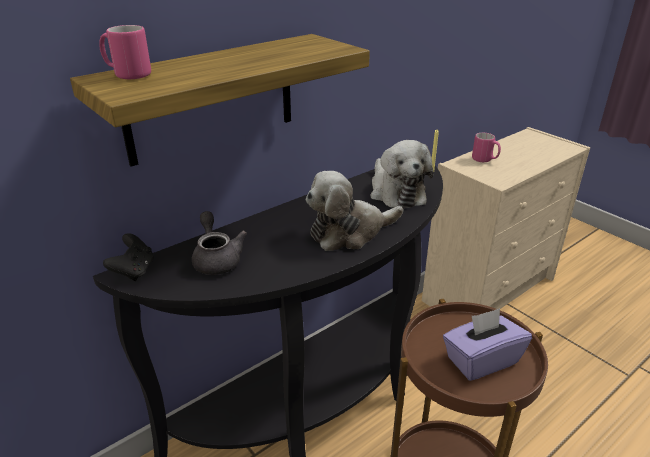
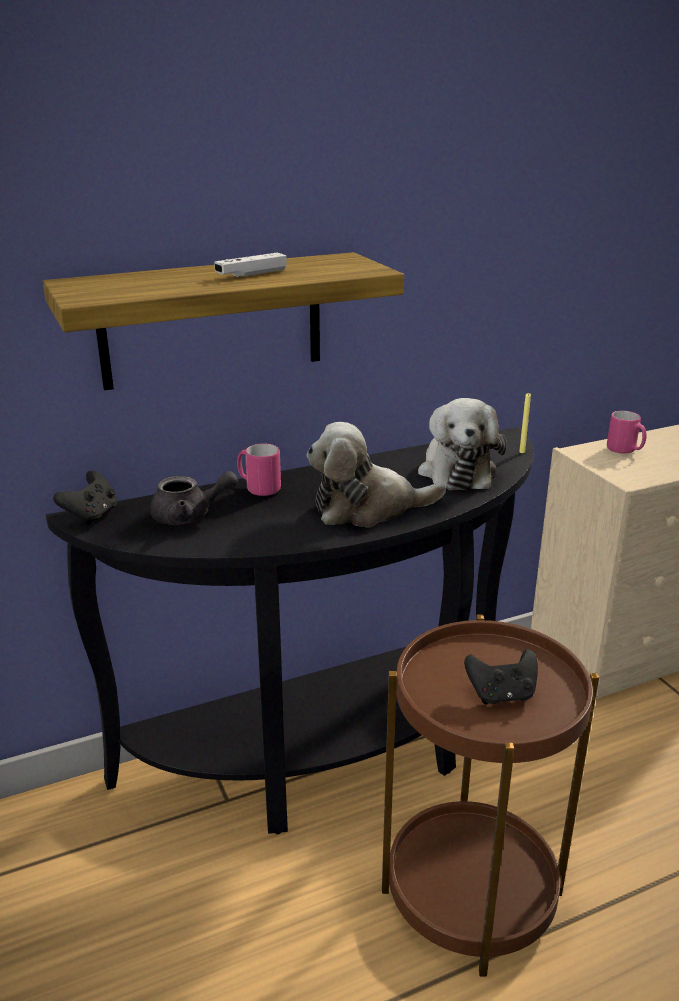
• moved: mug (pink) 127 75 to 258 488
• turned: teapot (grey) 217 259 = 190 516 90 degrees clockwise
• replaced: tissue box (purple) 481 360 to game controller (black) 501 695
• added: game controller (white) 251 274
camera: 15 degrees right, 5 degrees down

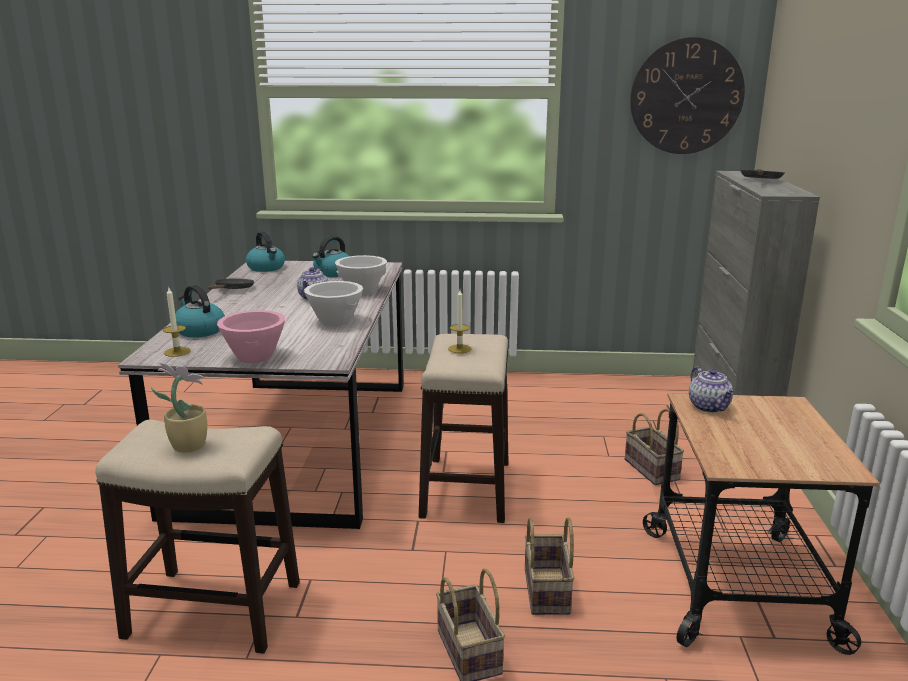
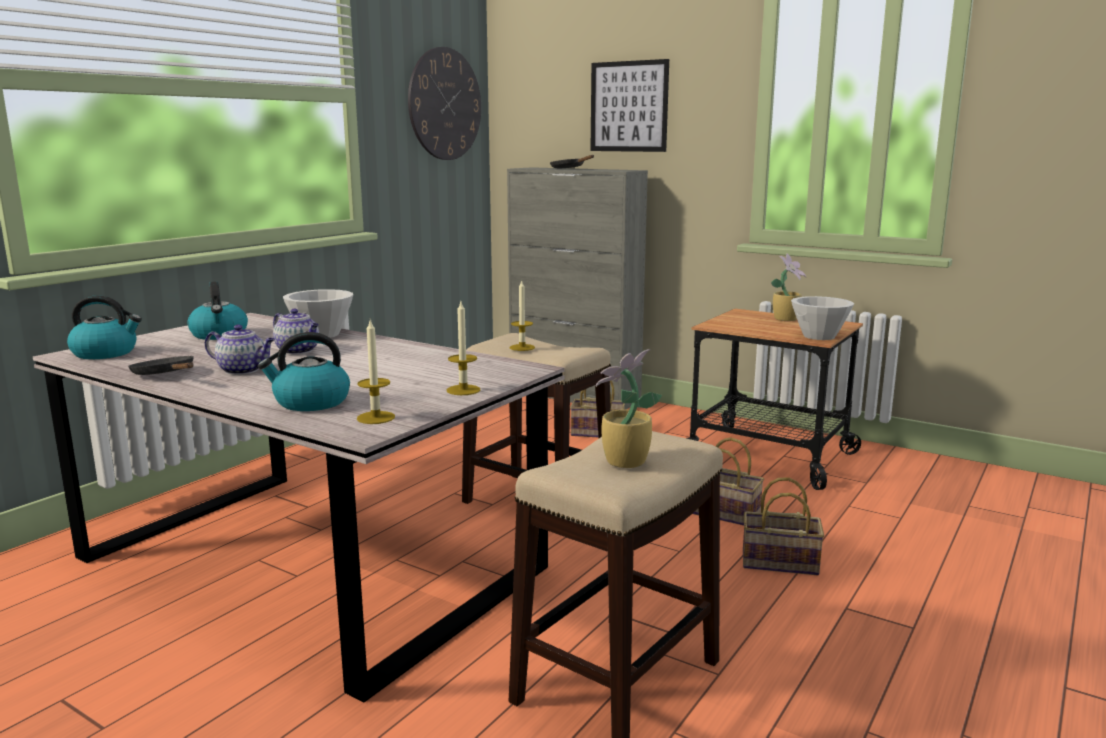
• moved: bowl (white) 335 322 to 819 336
• replaced: bowl (pink) 255 357 to candle 463 390
• moved: teapot 709 407 to 243 370
• added: picture 628 106
• added: potted plant 786 319
camera: 60 degrees left, 5 degrees down

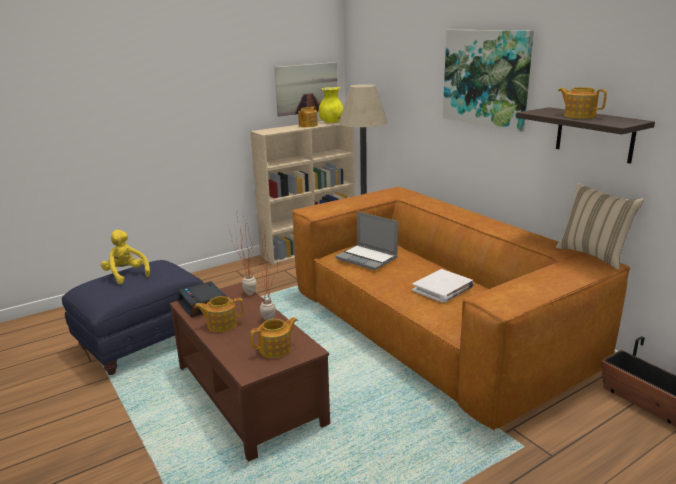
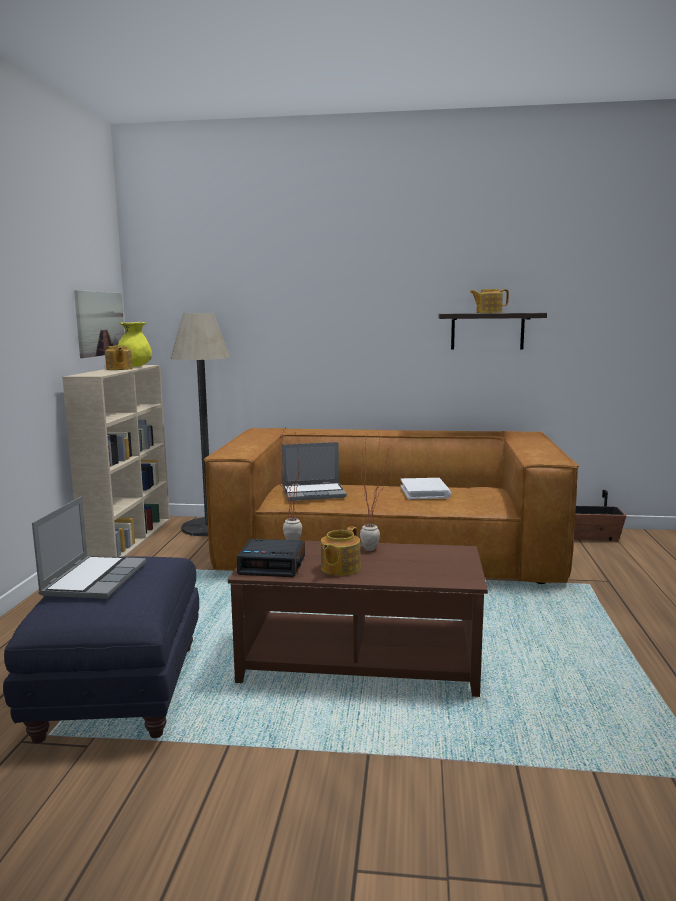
• removed: picture 486 78
• removed: pillow (beige) 593 255
• replaced: plush toy (yellow) 126 275 to laptop 94 579
• removed: teapot 276 349
camera: 50 degrees left, 10 degrees down

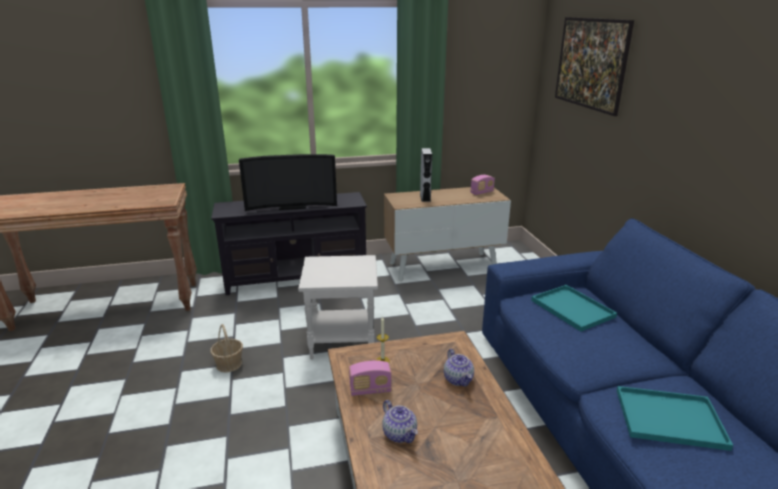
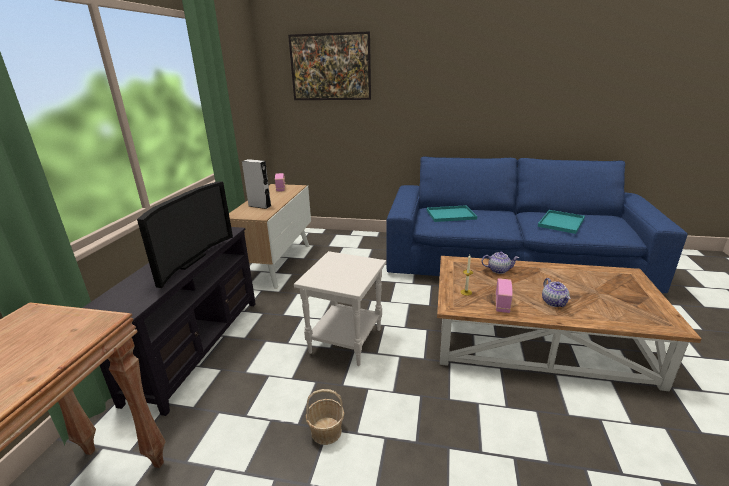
• turned: teapot 400 434 = 554 302 90 degrees clockwise
camera: 65 degrees left, 0 degrees up

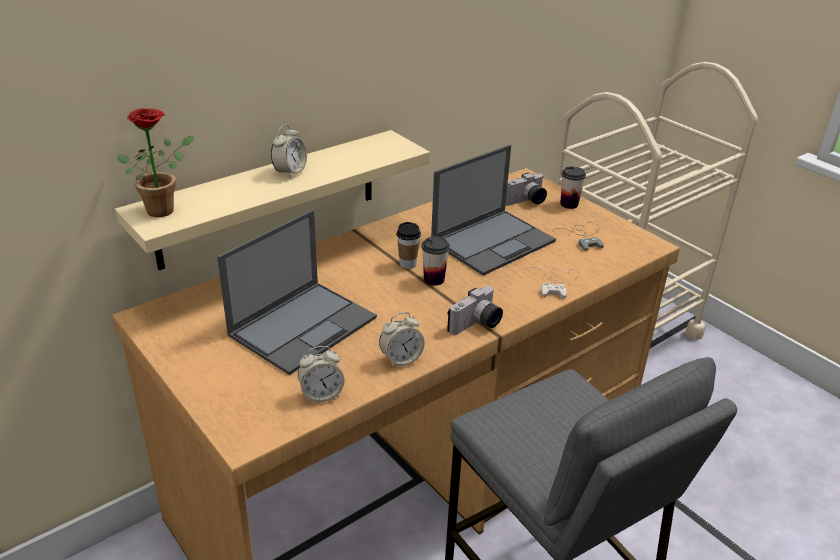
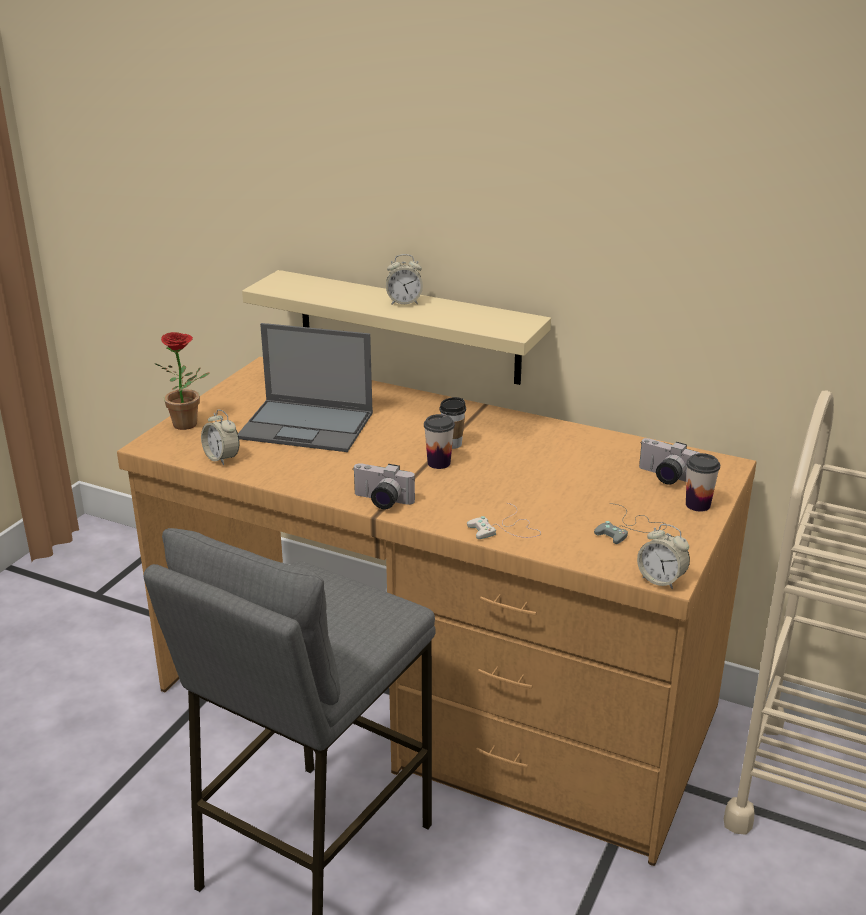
• moved: potted plant 165 208 to 190 424
• removed: laptop 493 241
• moved: alarm clock 401 359 to 661 580
camera: 65 degrees right, 5 degrees down

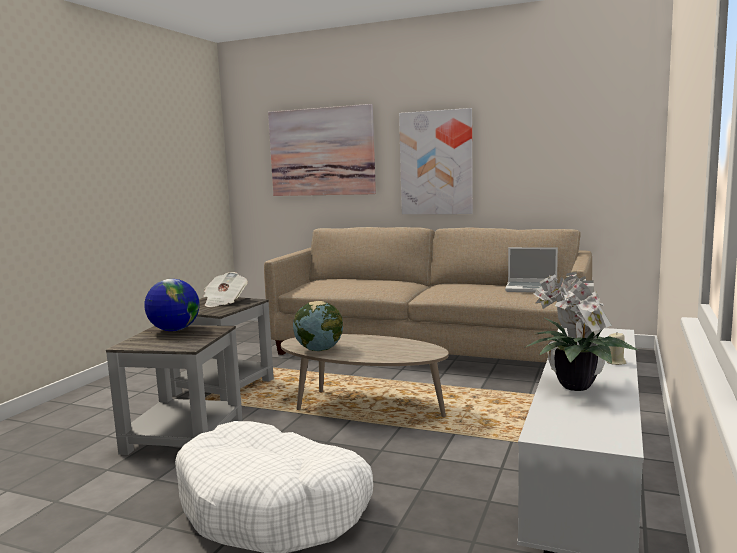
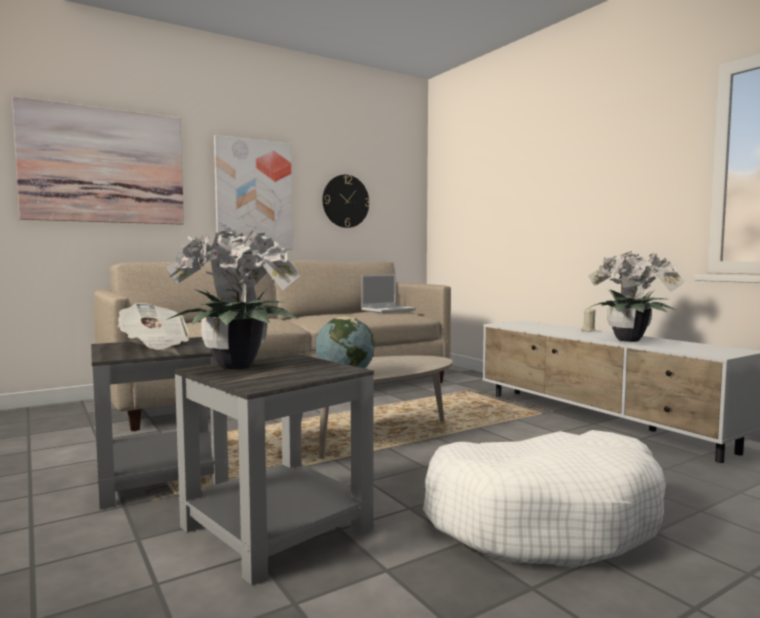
• replaced: globe 174 330 to potted plant 238 366
• added: wall clock 345 201
camera: 55 degrees left, 5 degrees down

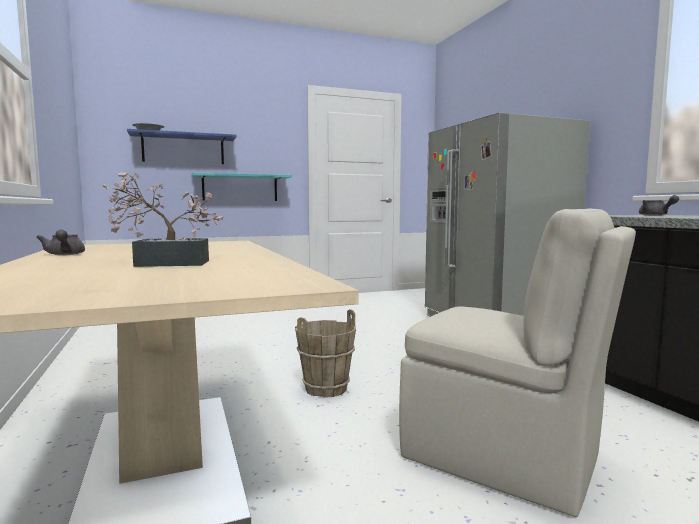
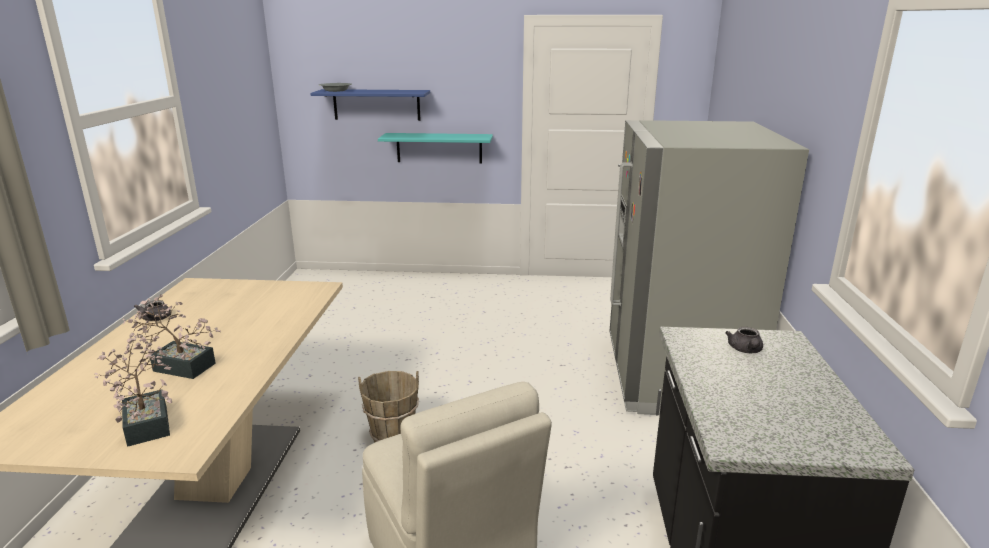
• added: potted plant 148 421
camera: 25 degrees right, 15 degrees up

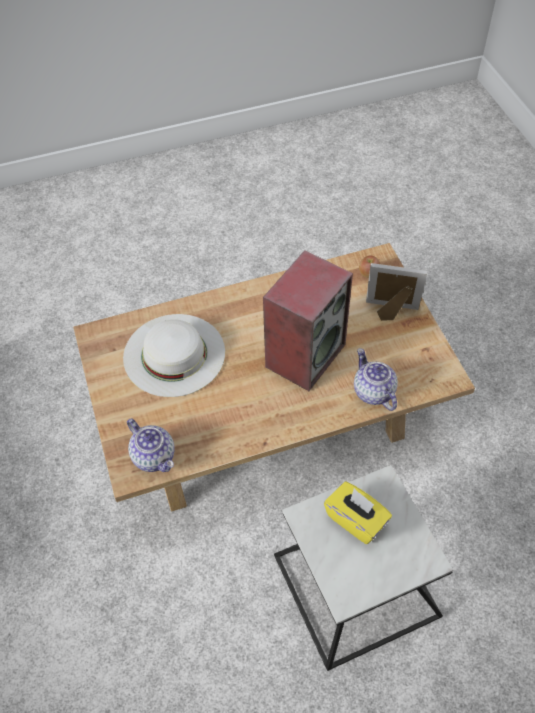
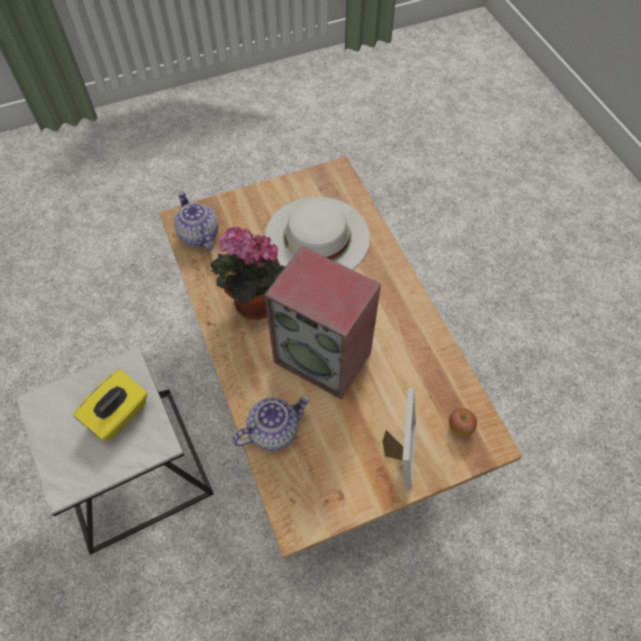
• turned: teapot 154 456 = 198 235 105 degrees clockwise
• added: potted plant 253 305
camera: 85 degrees right, 5 degrees up

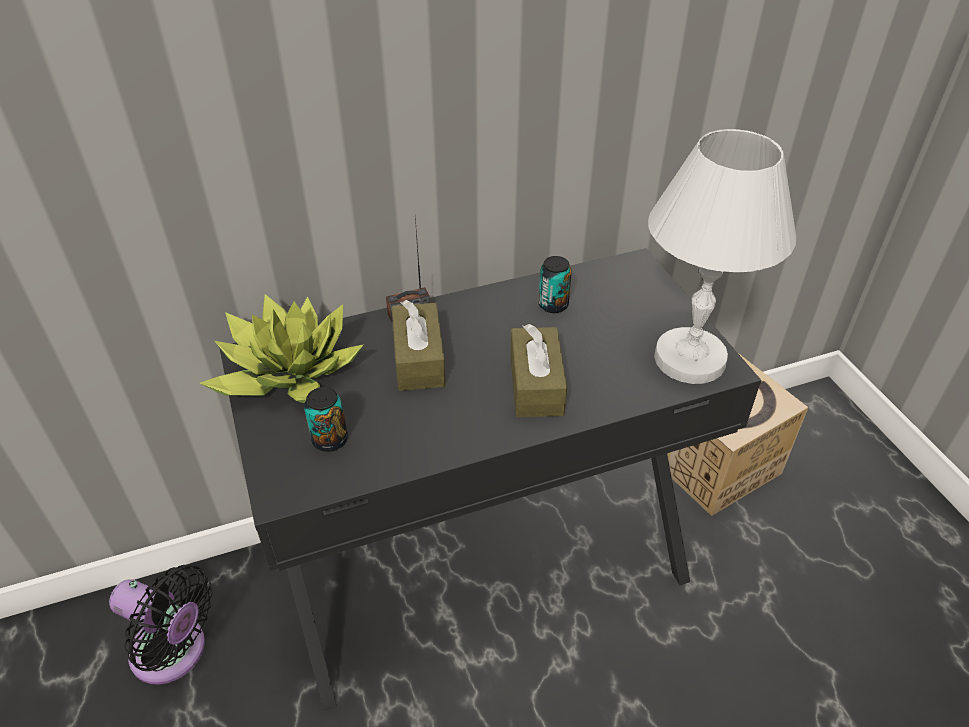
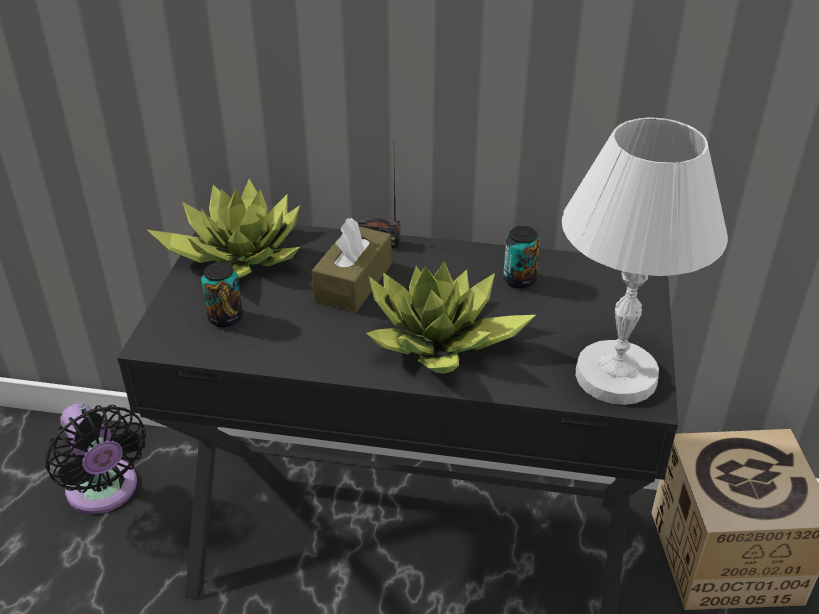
• replaced: tissue box (brown) 536 385 to potted plant 439 341
camera: 30 degrees right, 5 degrees down

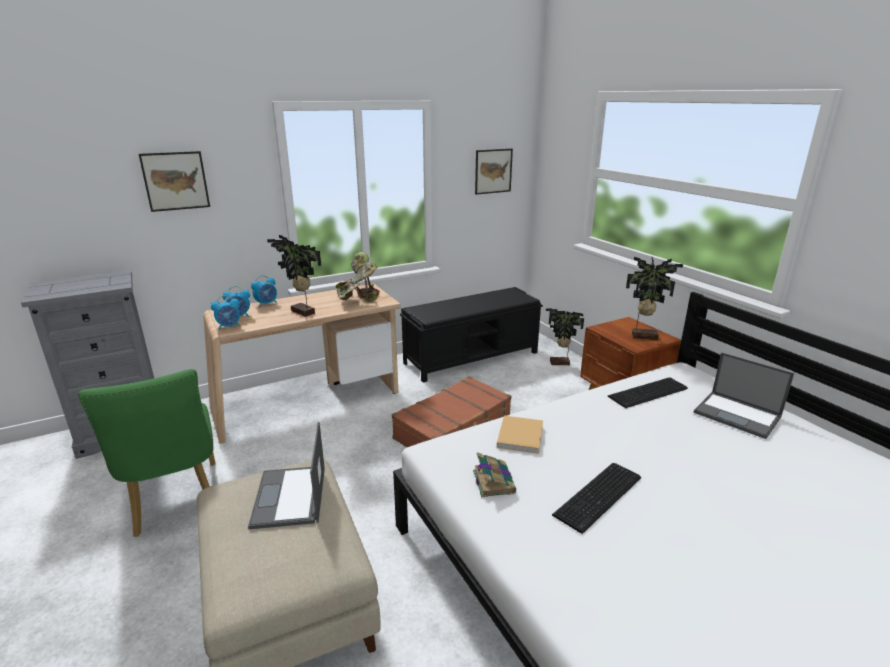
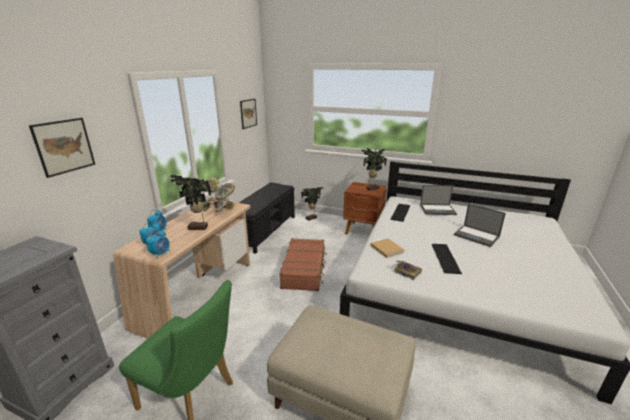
• moved: laptop 290 497 to 477 236
camera: 40 degrees left, 0 degrees up

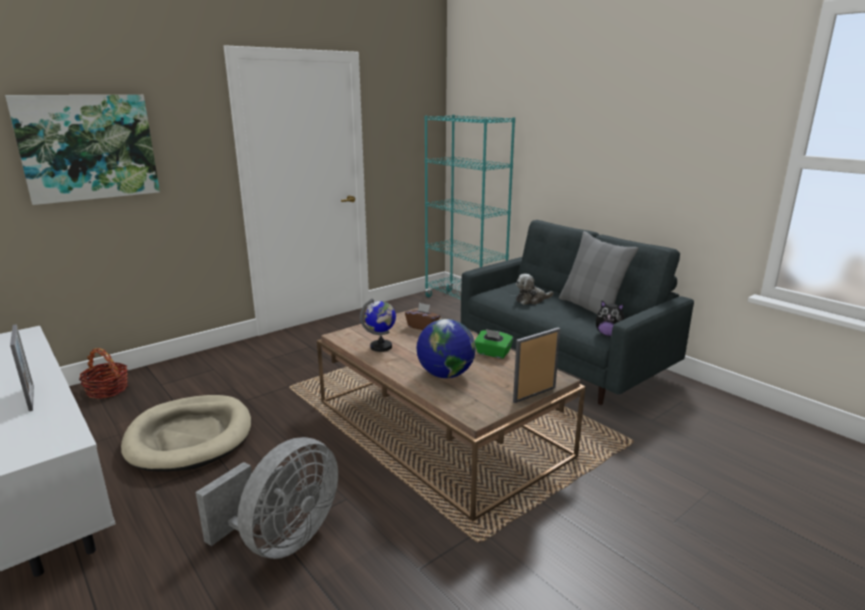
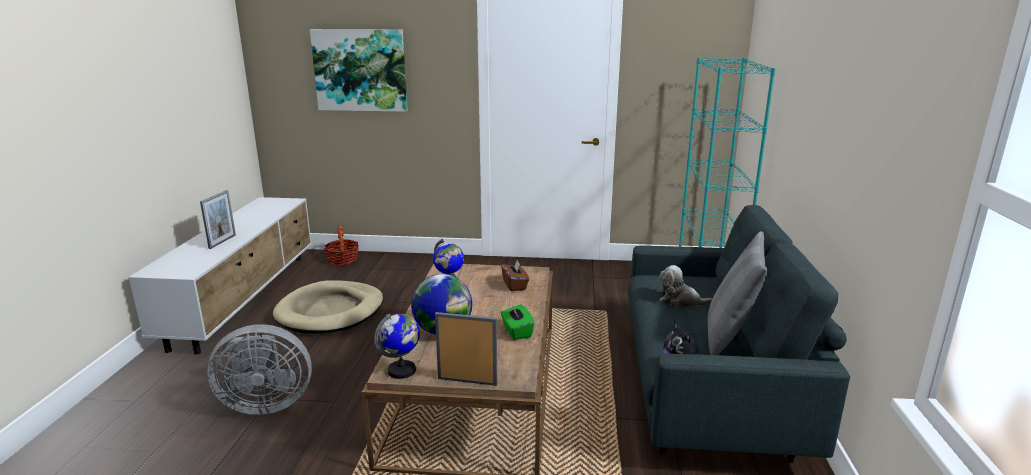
• added: globe 402 371
camera: 45 degrees right, 0 degrees up

